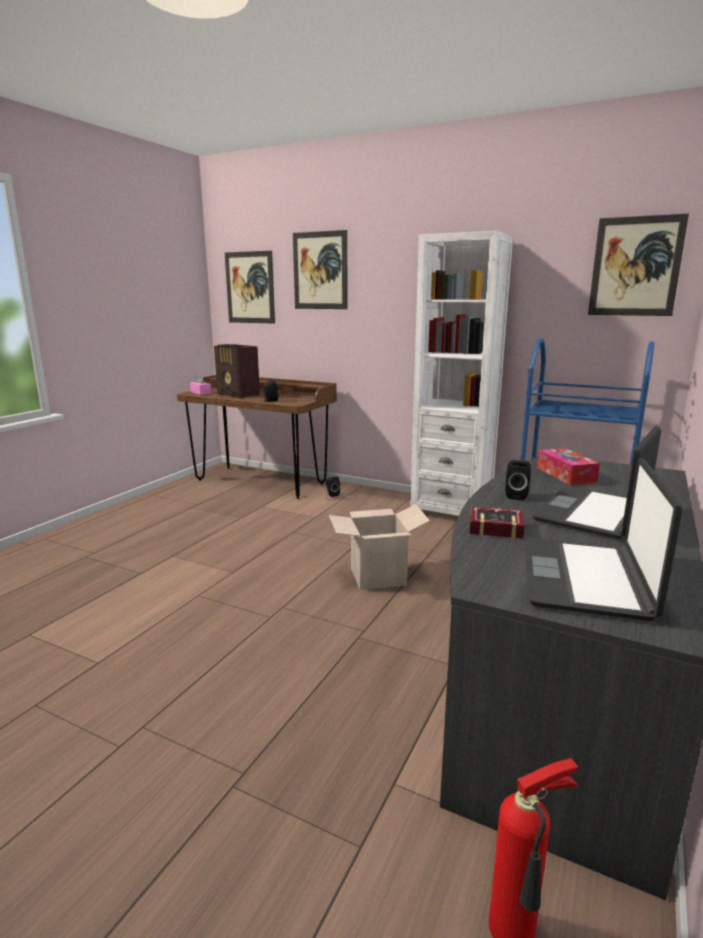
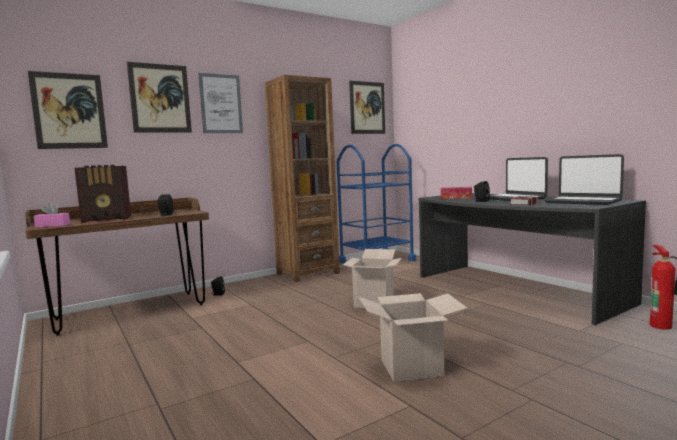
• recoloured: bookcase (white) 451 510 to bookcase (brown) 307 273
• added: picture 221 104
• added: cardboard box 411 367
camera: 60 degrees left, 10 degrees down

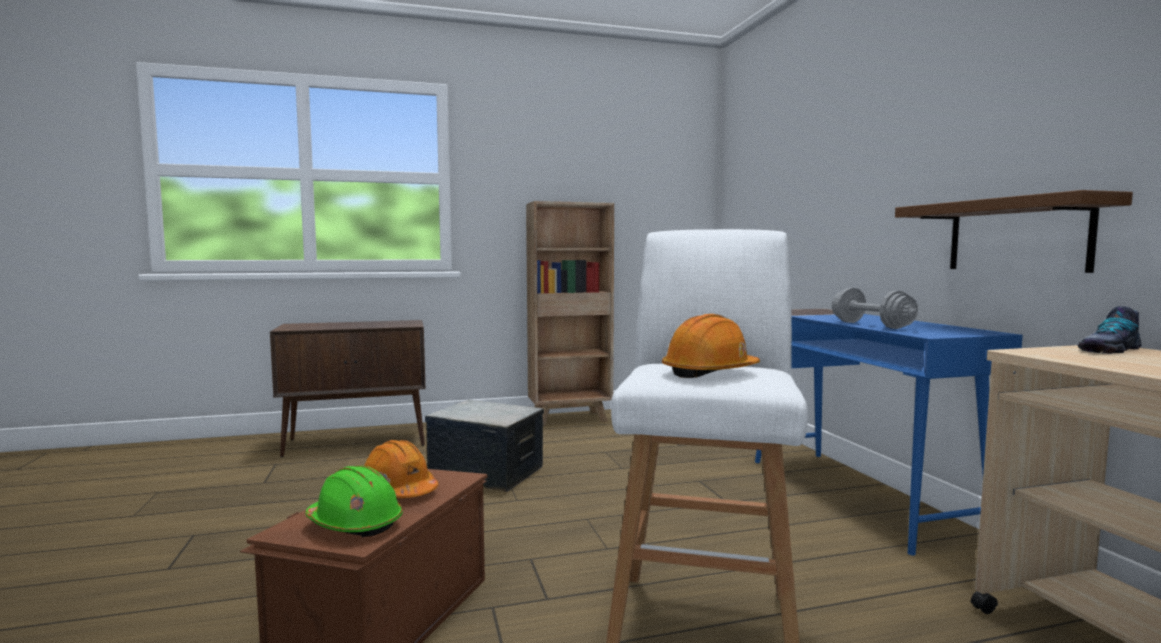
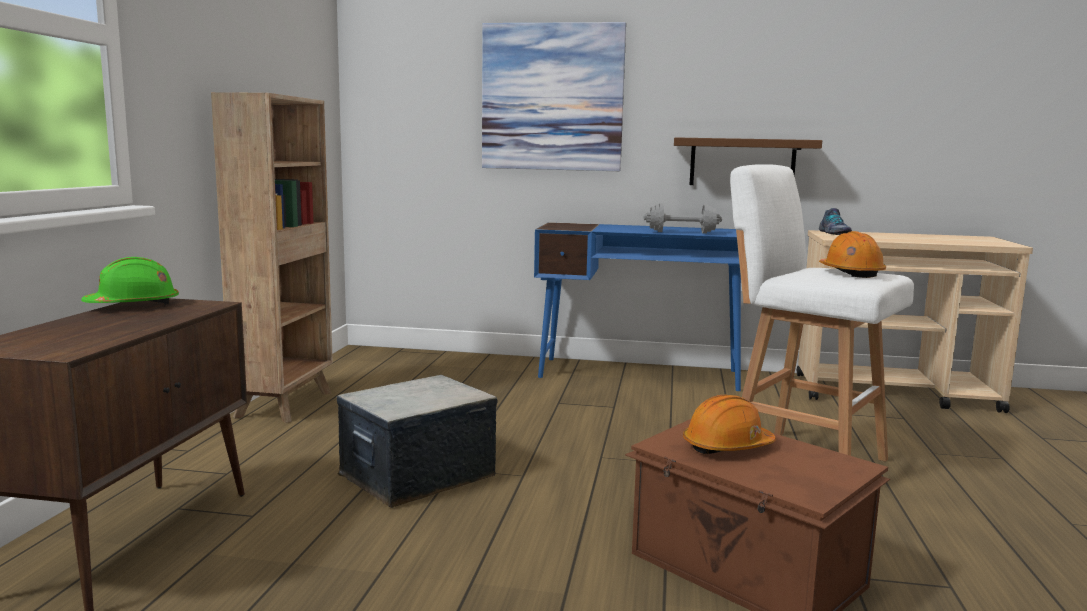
• moved: hard hat (green) 355 523 to 133 305
• added: picture 552 97
camera: 65 degrees left, 5 degrees up

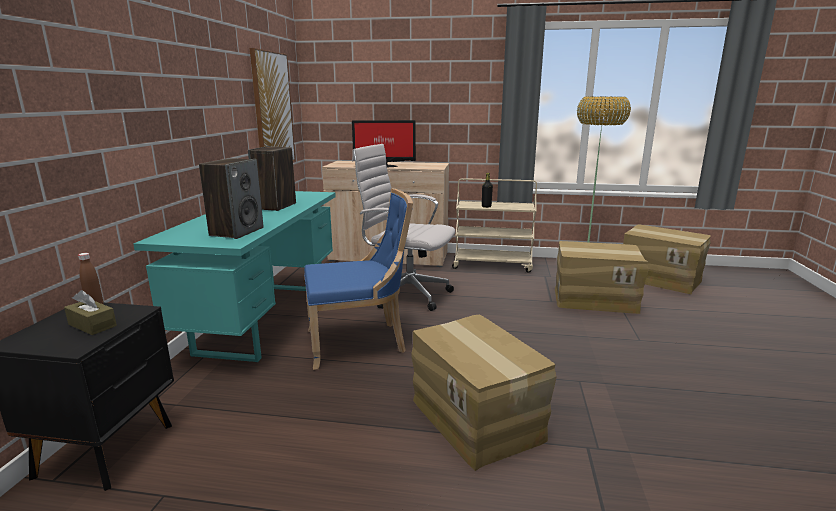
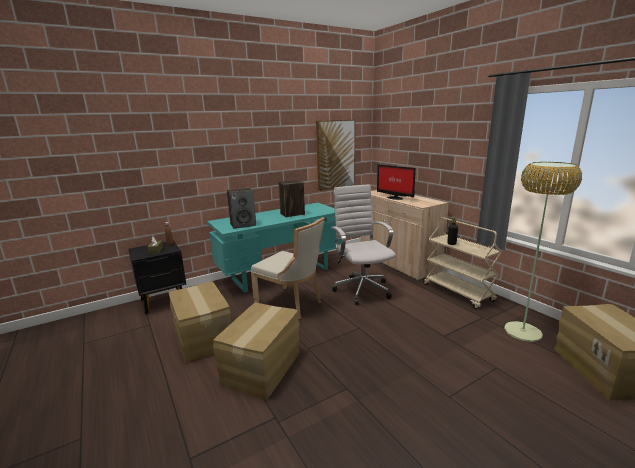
• recoloured: chair (blue) 360 342 to chair (beige) 291 304
• moved: cardboard box 594 299 to 204 337
camera: 50 degrees right, 0 degrees up

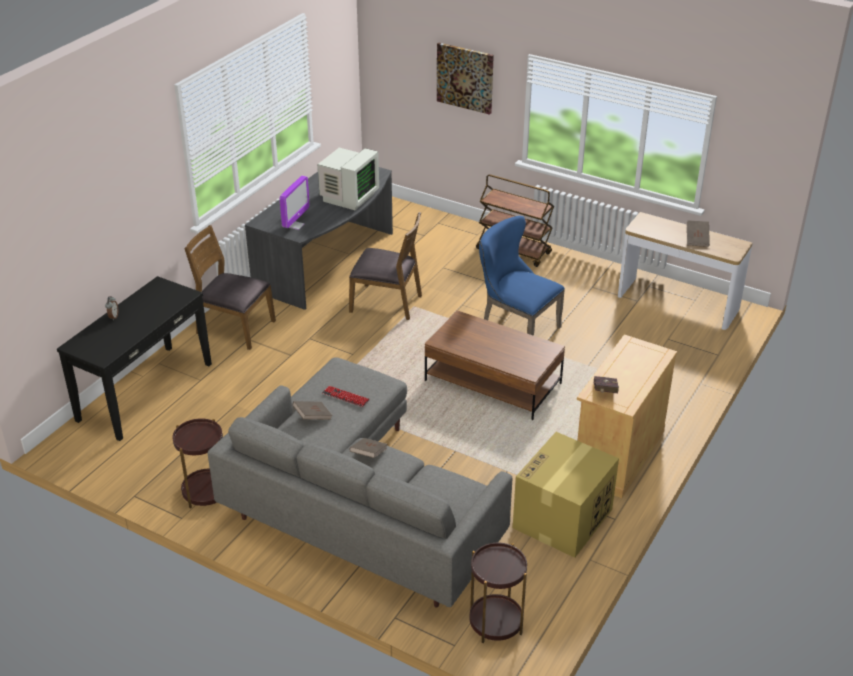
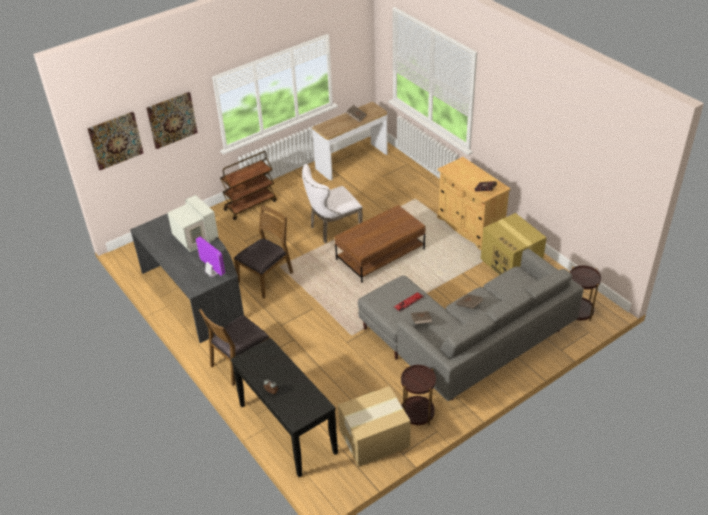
• recoloured: chair (blue) 515 327 to chair (white) 332 229
• added: picture 115 140
• added: cardboard box 373 438
camera: 65 degrees left, 5 degrees up

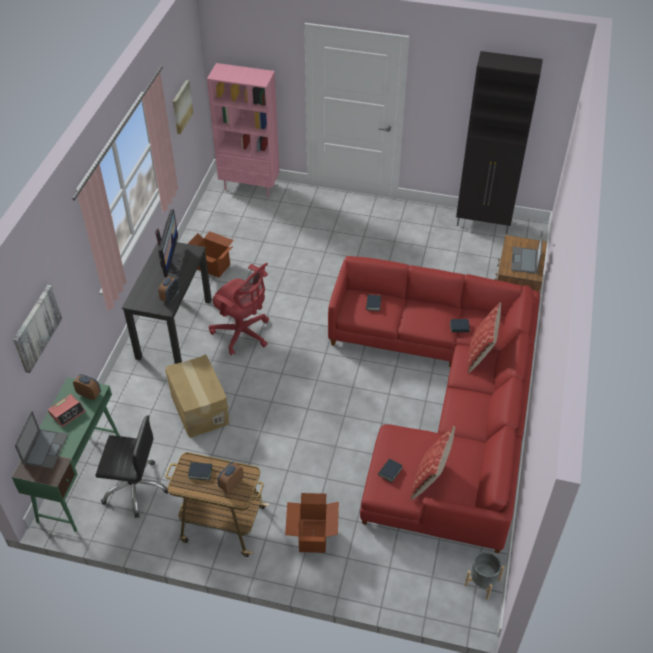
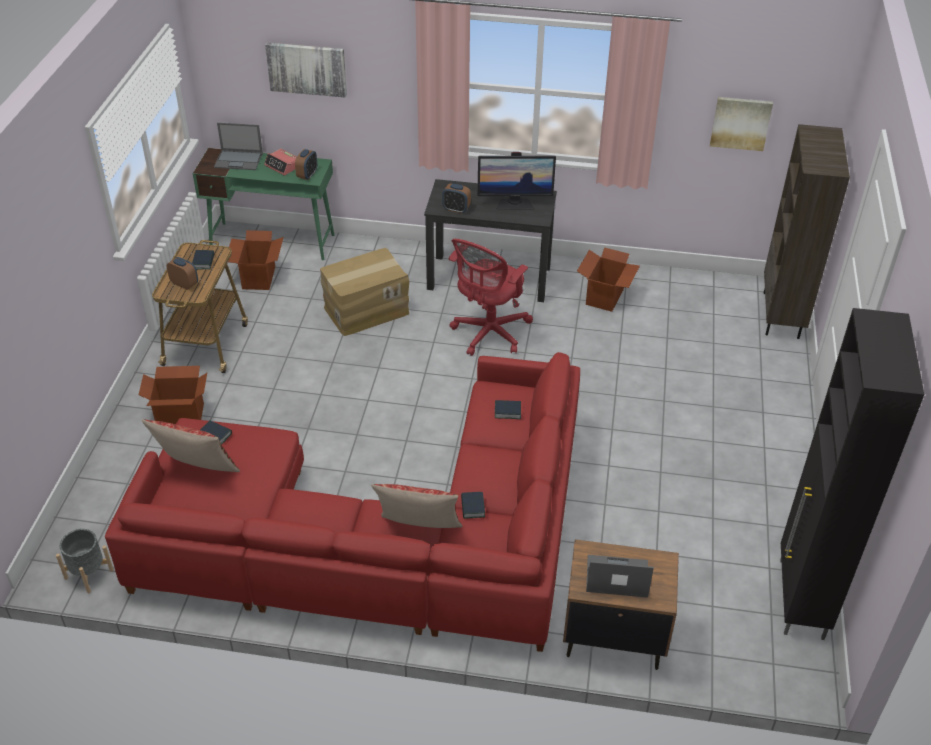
• recoloured: bookcase (pink) 250 186 to bookcase (brown) 782 315
• replaced: office chair (black) 135 488 to cardboard box 258 278
camera: 85 degrees right, 5 degrees down

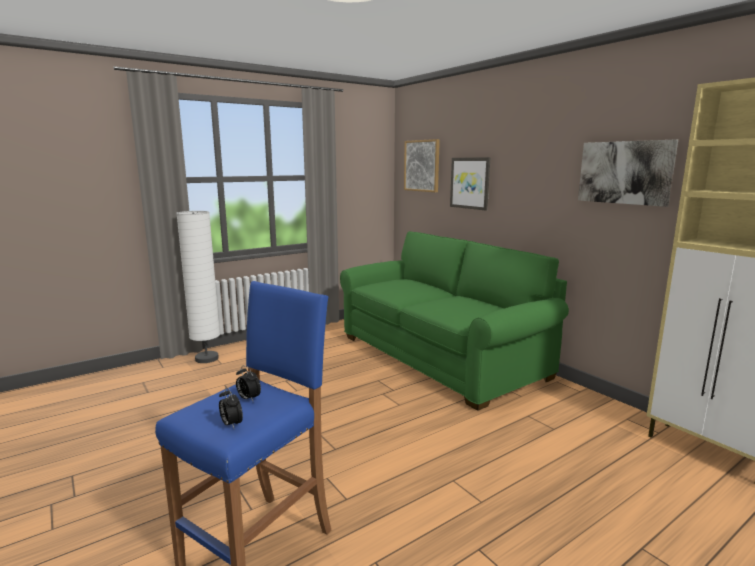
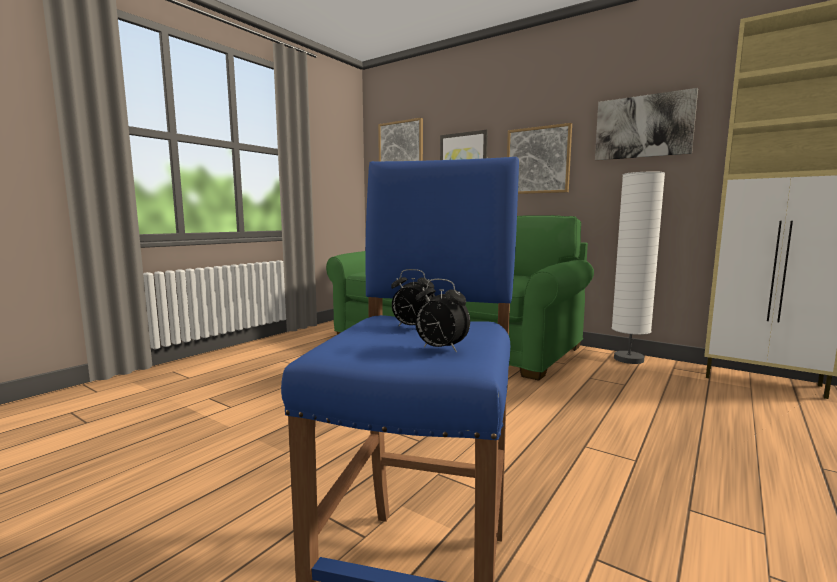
• moved: floor lamp (white) 207 358 to 628 359
• added: picture 538 160
camera: 20 degrees left, 5 degrees down

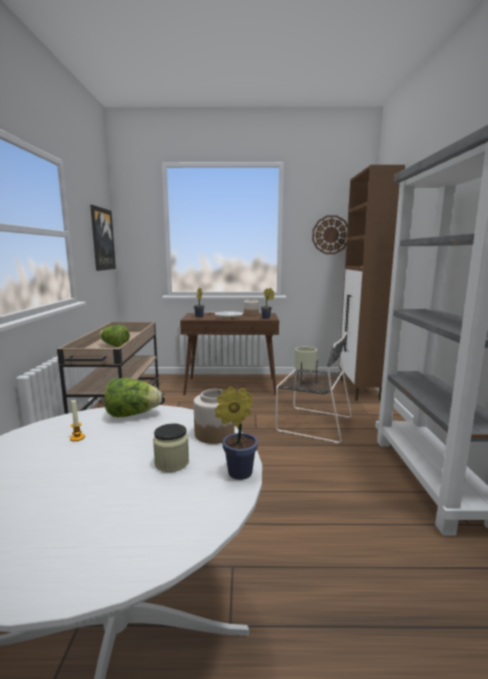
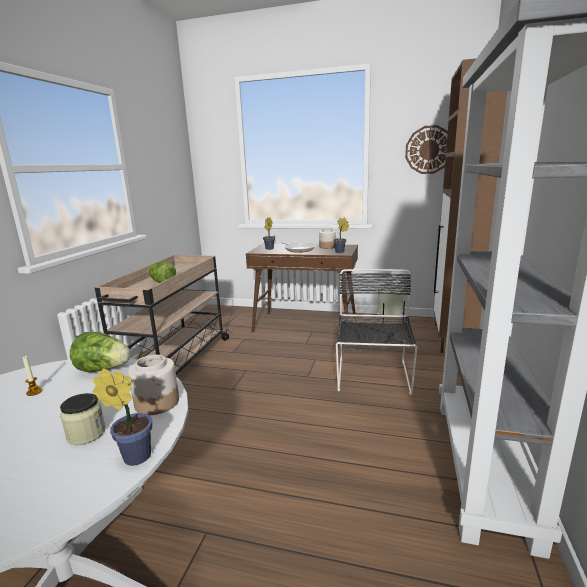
• removed: picture 102 239
• turned: chair (black) 312 423 = 373 377 120 degrees counterclockwise
camera: 15 degrees right, 5 degrees up

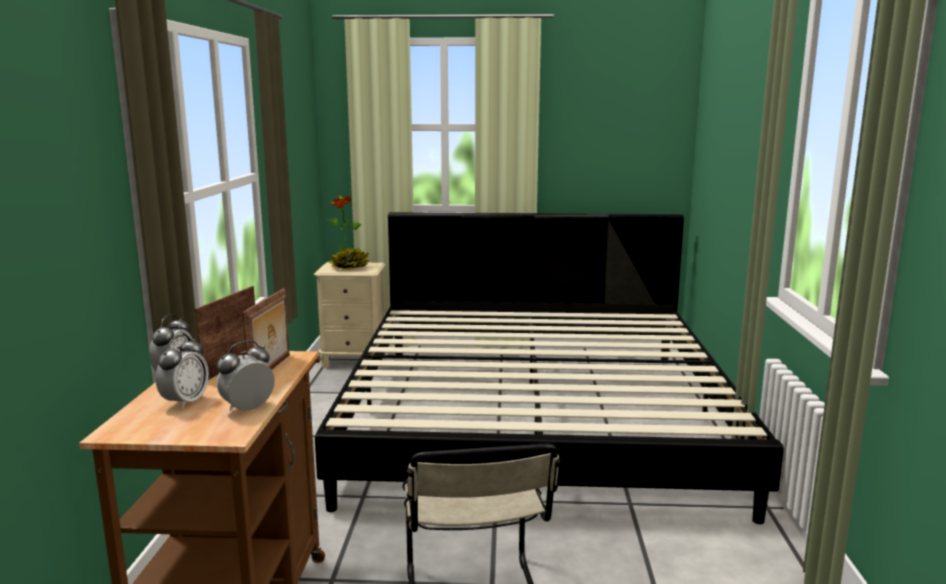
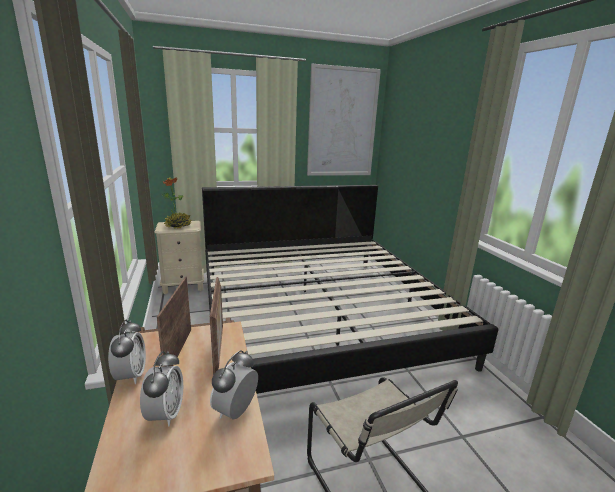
• added: picture 342 123
camera: 20 degrees left, 5 degrees up

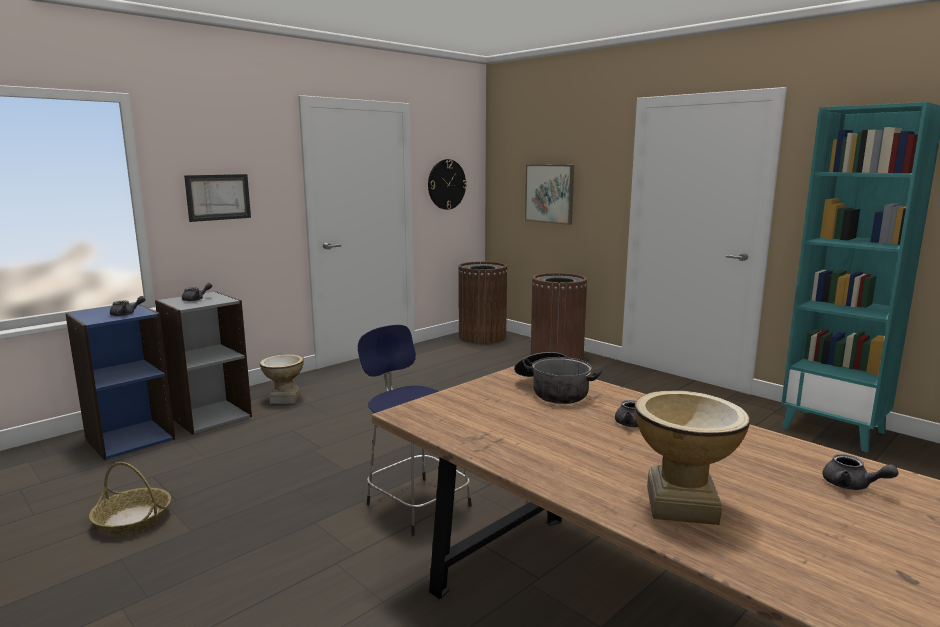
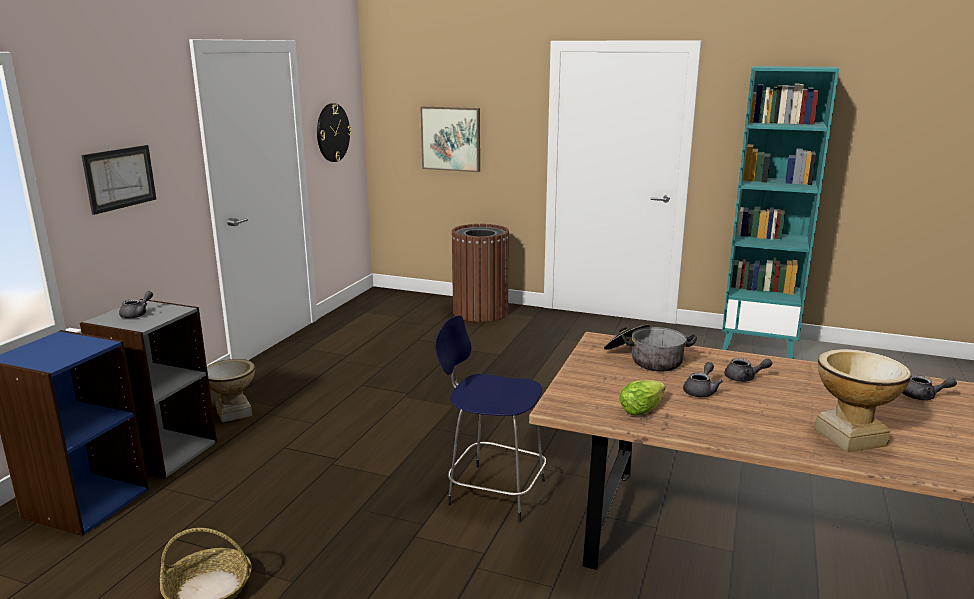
• removed: trash can (brown) 482 337
• moved: teapot (grey) 126 314 to 701 391
• added: lettuce 643 408
camera: 25 degrees left, 5 degrees up

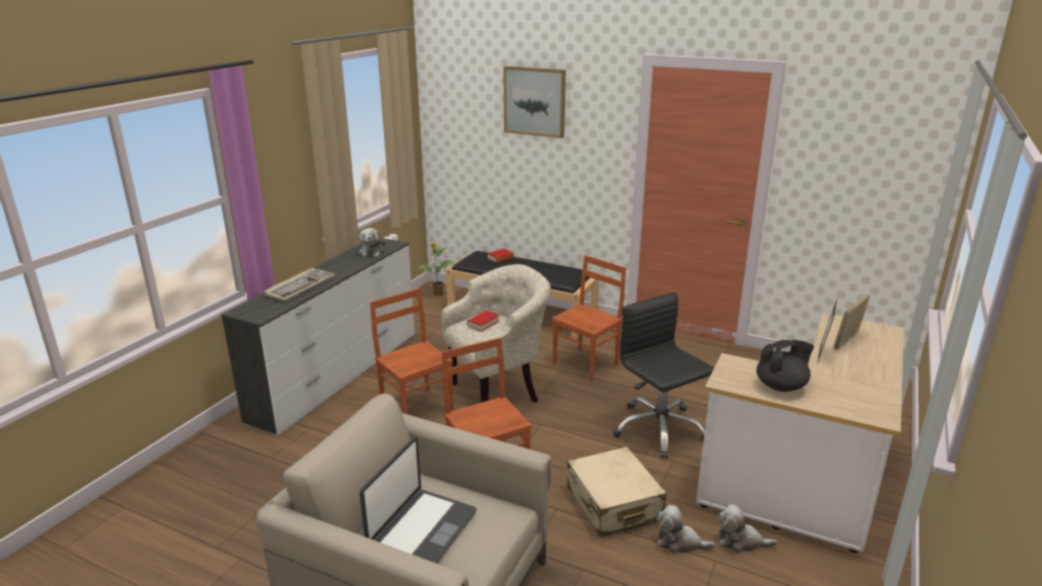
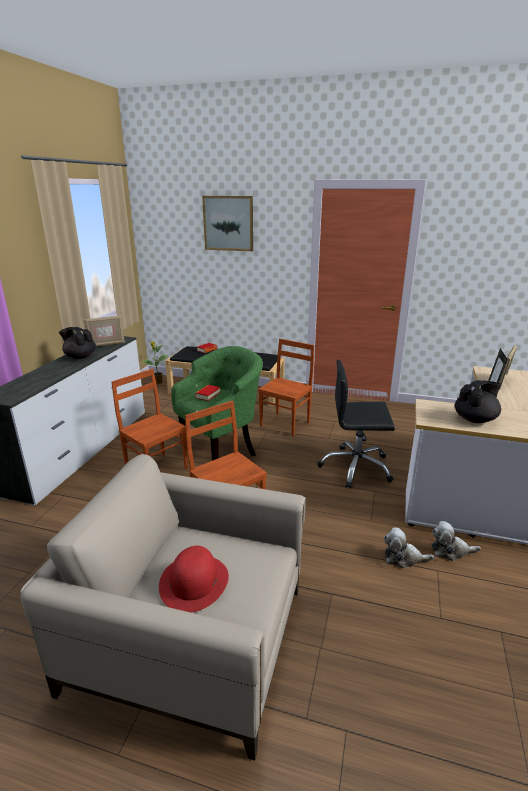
• replaced: plush toy 372 251 to picture frame 106 345
• recoloured: armchair (beige) 499 391 to armchair (green) 222 450
• removed: keyboard 300 286
• turned: office chair (black) 659 429 = 356 467 45 degrees counterclockwise
• replaced: laptop 421 530 to hat (red) 194 581
• removed: suitcase (beige) 613 504
• added: teapot (black) 80 357
camera: 10 degrees left, 0 degrees up

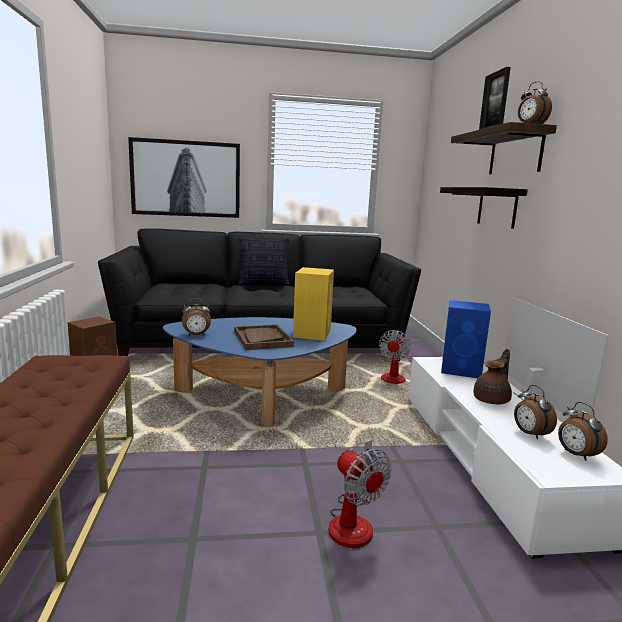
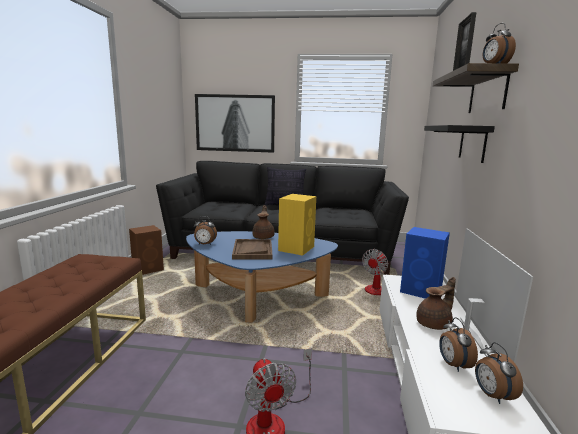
• added: teapot (brown) 263 237
camera: 15 degrees right, 0 degrees up

